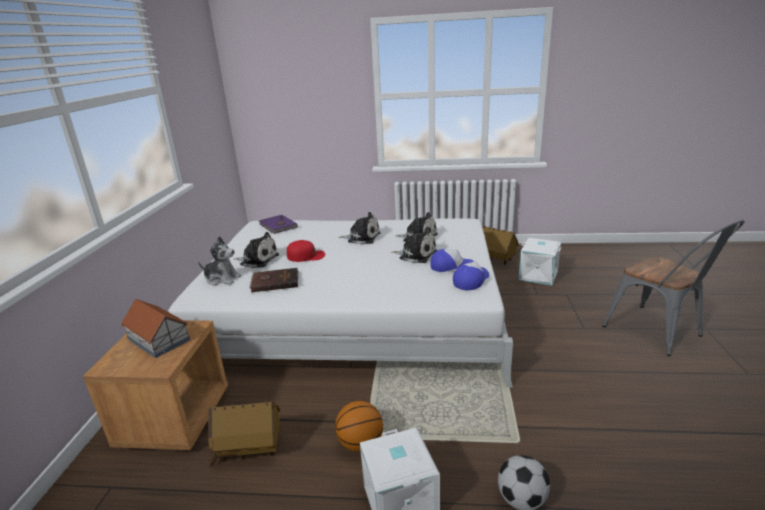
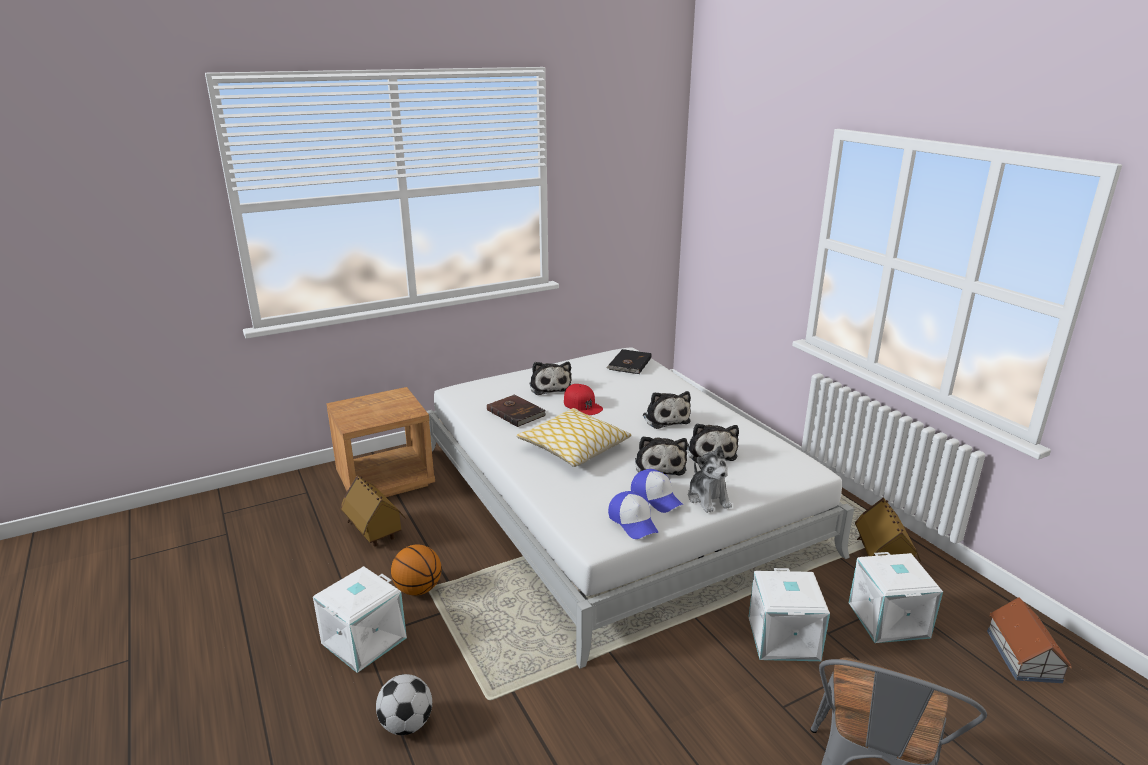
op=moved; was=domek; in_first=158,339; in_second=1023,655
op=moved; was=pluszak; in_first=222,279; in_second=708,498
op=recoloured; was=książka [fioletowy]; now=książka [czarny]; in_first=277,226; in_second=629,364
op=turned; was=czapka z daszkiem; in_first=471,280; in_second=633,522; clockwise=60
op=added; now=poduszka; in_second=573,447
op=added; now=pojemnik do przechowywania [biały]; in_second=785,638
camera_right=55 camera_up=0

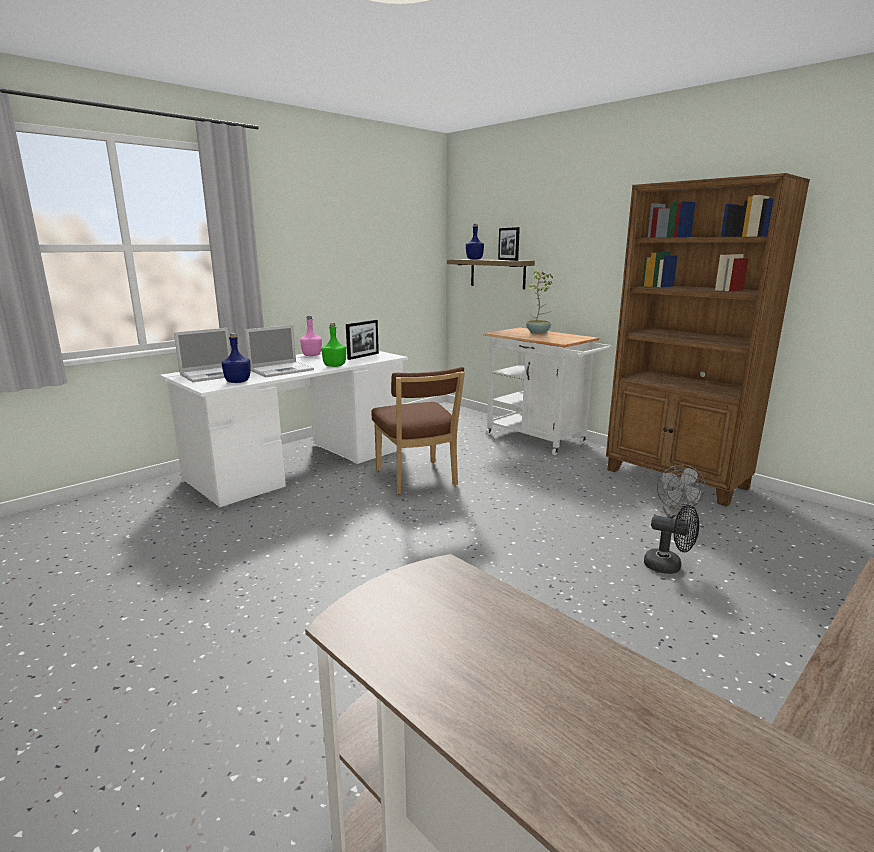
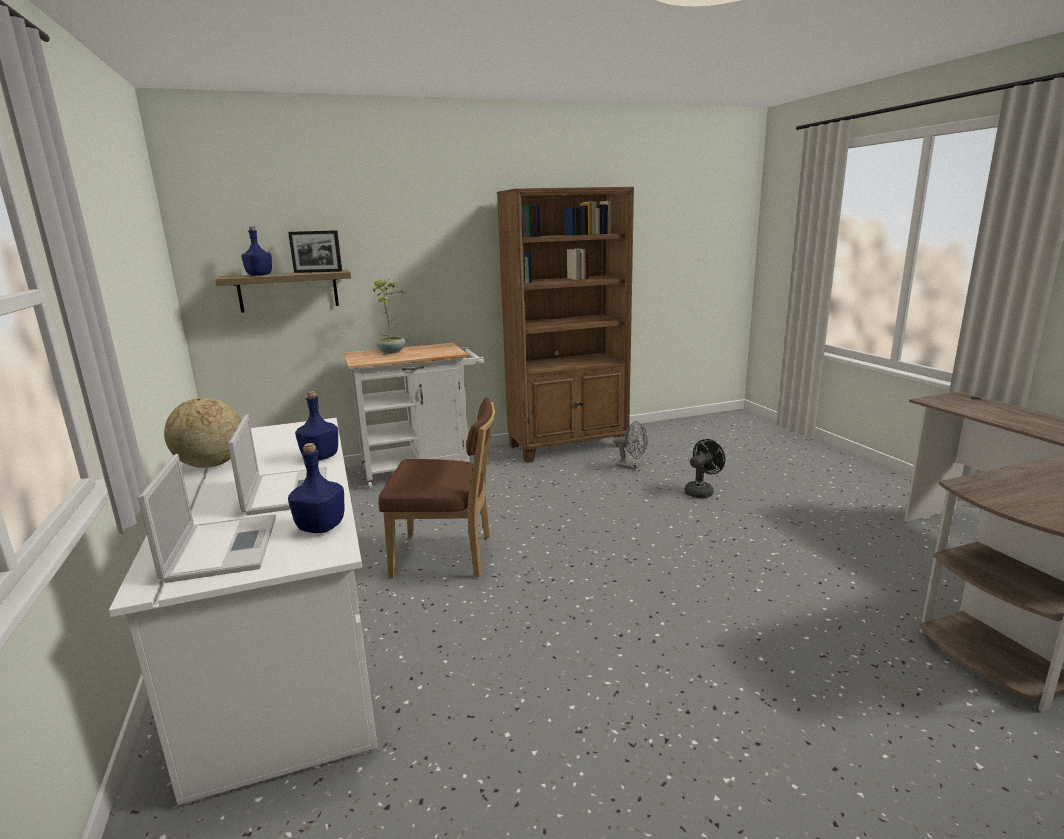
op=replaced; was=butelka [różowy]; now=globus; in_first=311,355; in_second=211,465
op=recoloured; was=butelka [zielony]; now=butelka [niebieski]; in_first=334,366; in_second=319,457
op=removed; was=ramka na zdjęcie; in_first=363,356
camera_right=-65 camera_up=0

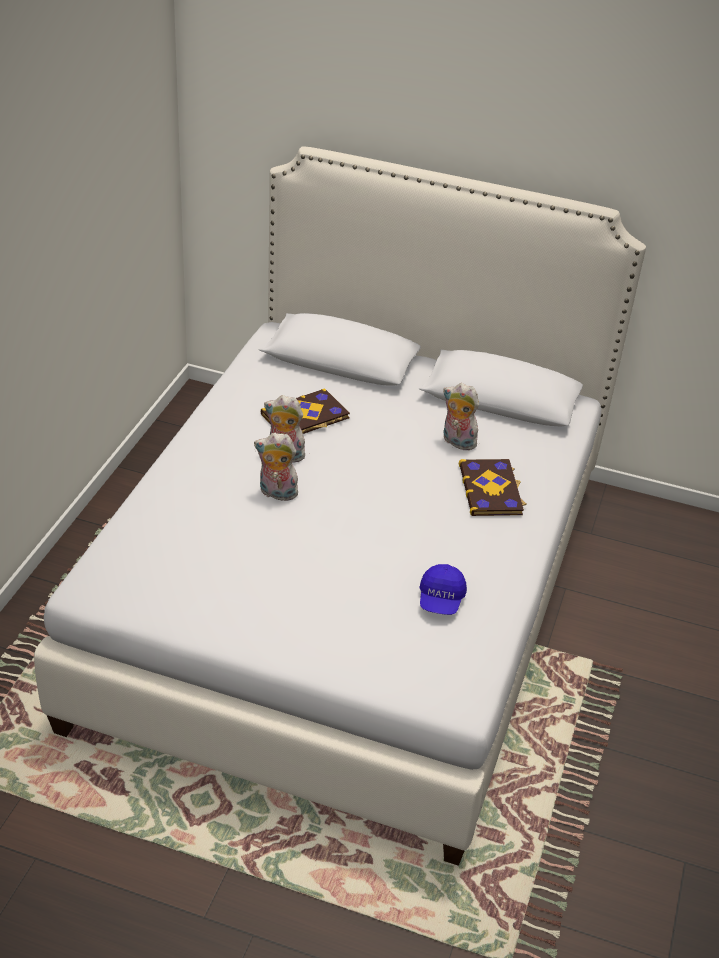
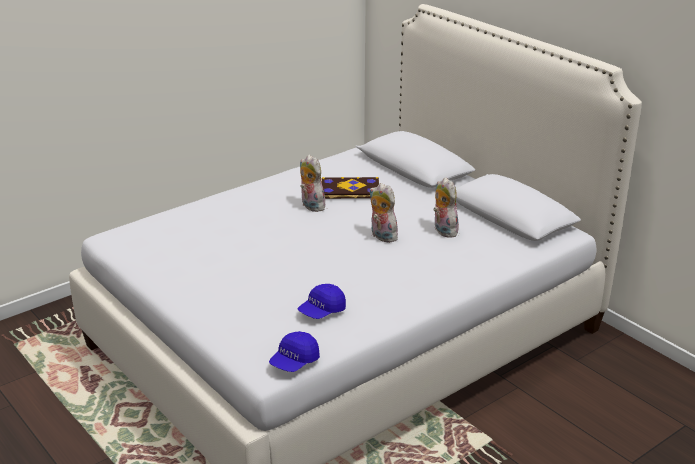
op=moved; was=pluszak; in_first=276,493; in_second=381,236
op=removed; was=książka; in_first=491,489
op=added; now=czapka z daszkiem [niebieski]; in_second=294,362
camera_right=35 camera_up=-10

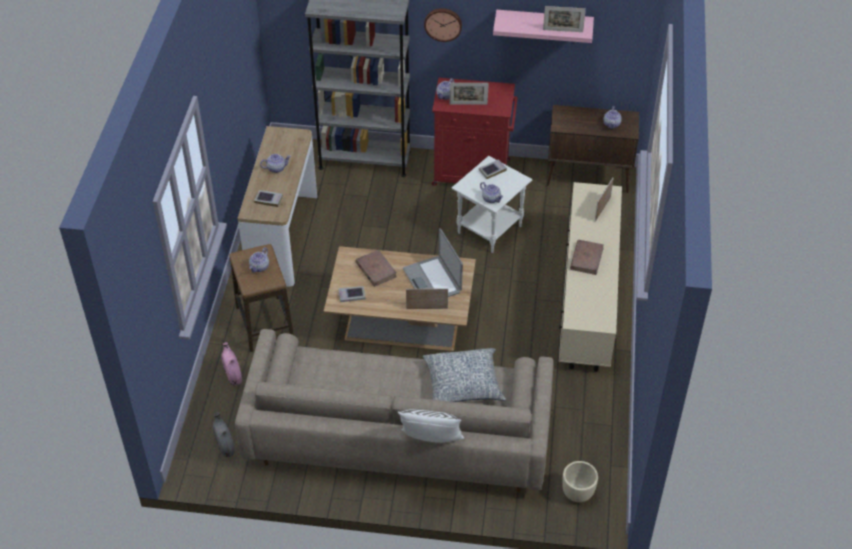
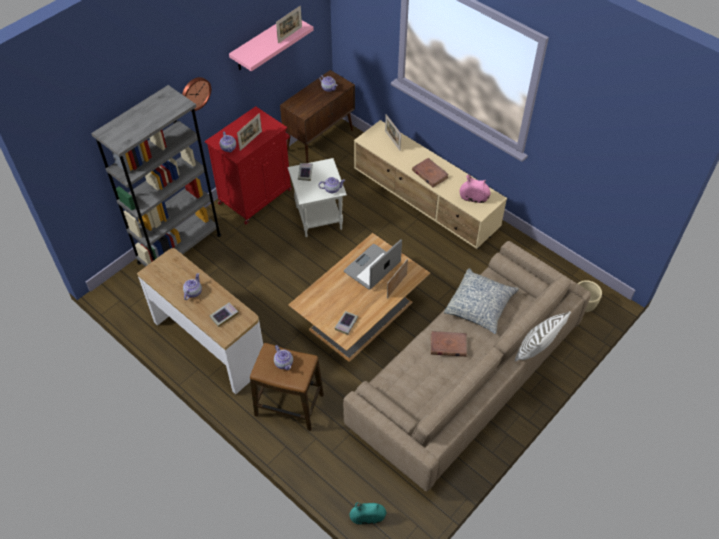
op=removed; was=wazon [szary]; in_first=224,445
op=moved; was=wazon [różowy]; in_first=232,374; in_second=473,198
op=moved; was=książka [brązowy]; in_first=376,270; in_second=448,345
op=turned; was=laptop; in_first=432,280; in_second=372,268; clockwise=120
op=added; now=wazon [turkusowy]; in_second=367,518
camera_right=-55 camera_up=5

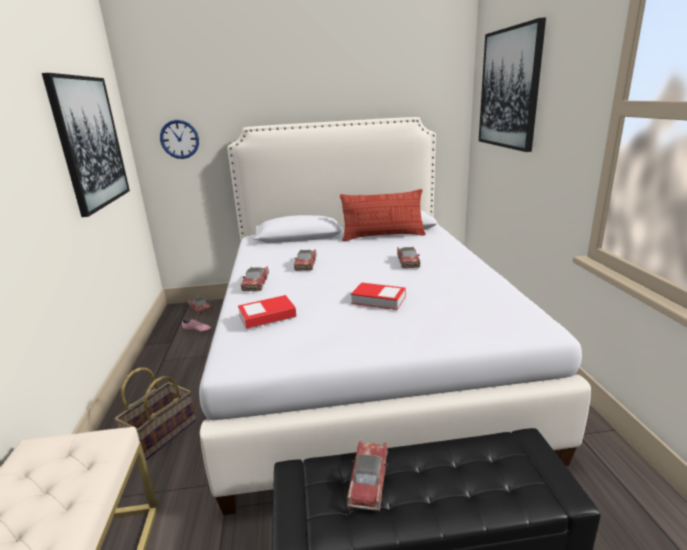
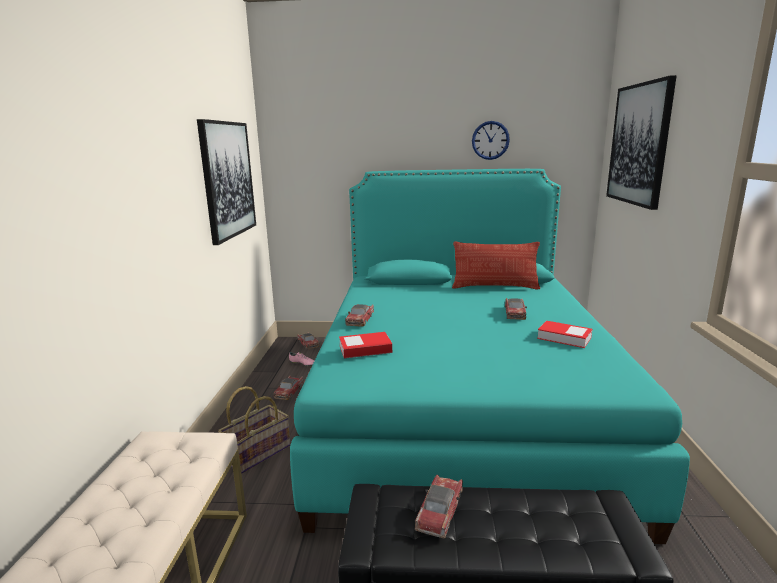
op=moved; was=zegar ścienny; in_first=179,139; in_second=490,140
op=recoloured; was=łóżko [biały]; now=łóżko [turkusowy]; in_first=360,355; in_second=459,406
op=moved; was=samochodzik; in_first=306,264; in_second=289,391
op=moved; was=książka; in_first=378,300; in_second=564,338
camera_right=10 camera_up=-5

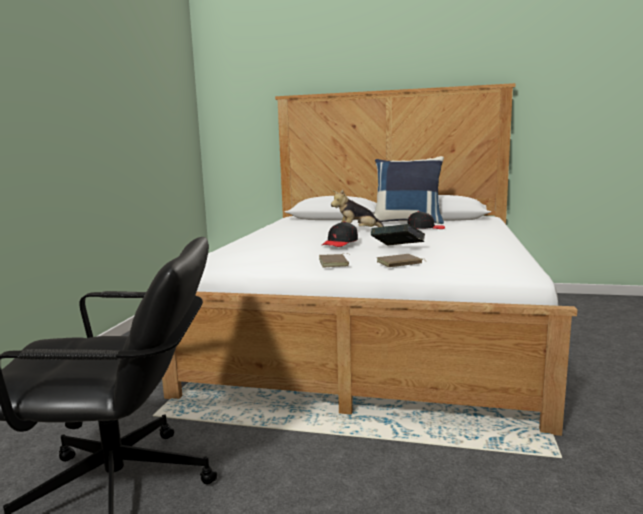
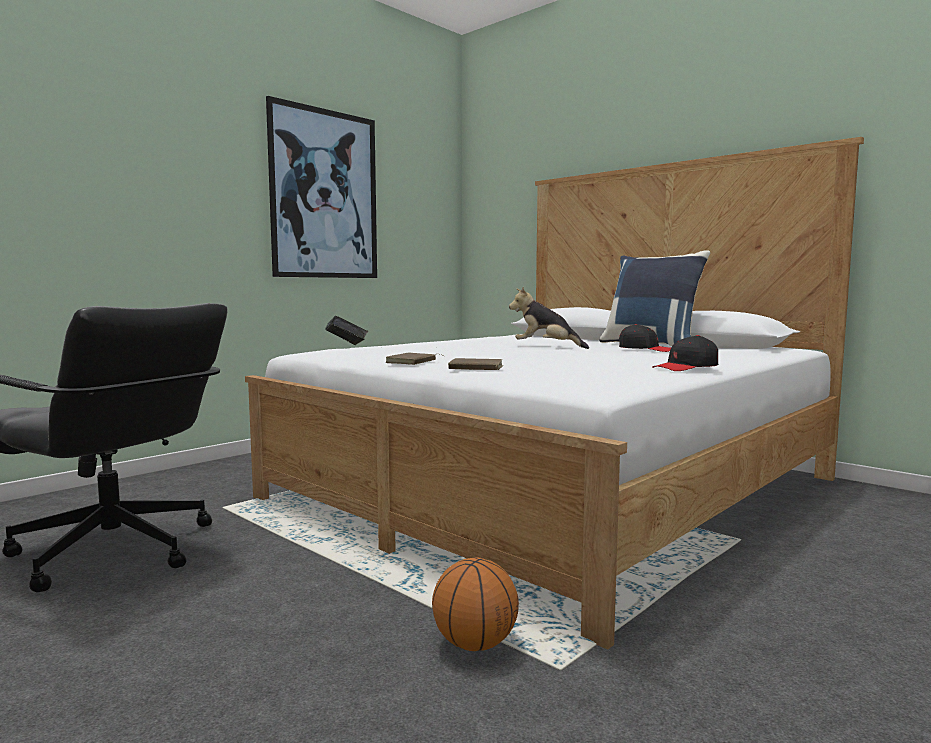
op=moved; was=czapka z daszkiem [czarny]; in_first=340,243; in_second=686,367
op=moved; was=książka; in_first=397,249; in_second=346,347
op=added; now=obraz; in_second=324,195
op=added; now=piłka do koszykówki; in_second=475,644
camera_right=30 camera_up=-5

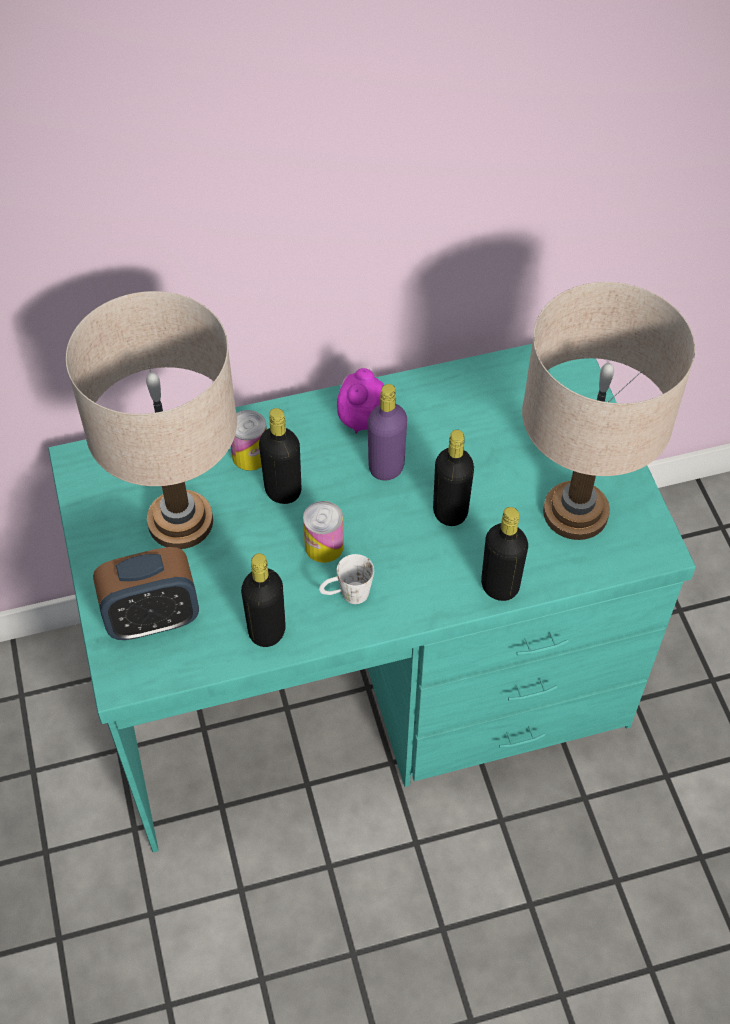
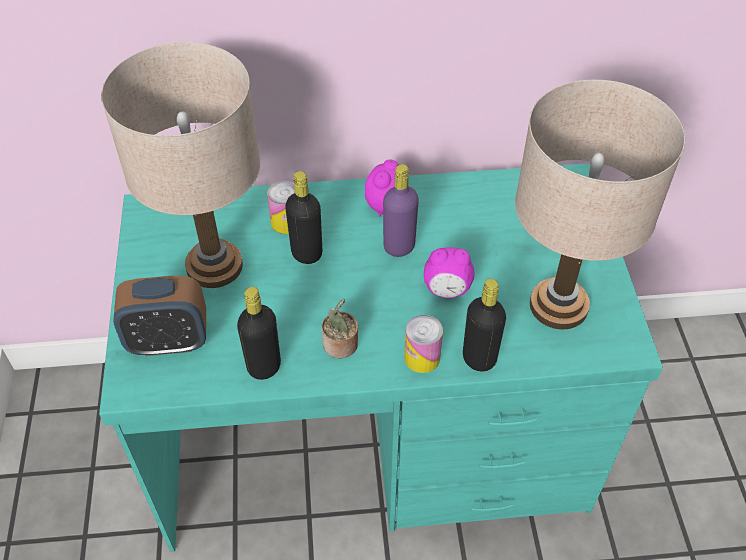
op=moved; was=puszka; in_first=324,546; in_second=422,357
op=replaced; was=kubek [biały]; now=roślina doniczkowa; in_first=346,595; in_second=341,346
op=replaced; was=butelka [czarny]; now=budzik; in_first=450,512; in_second=447,290
camera_right=10 camera_up=-5

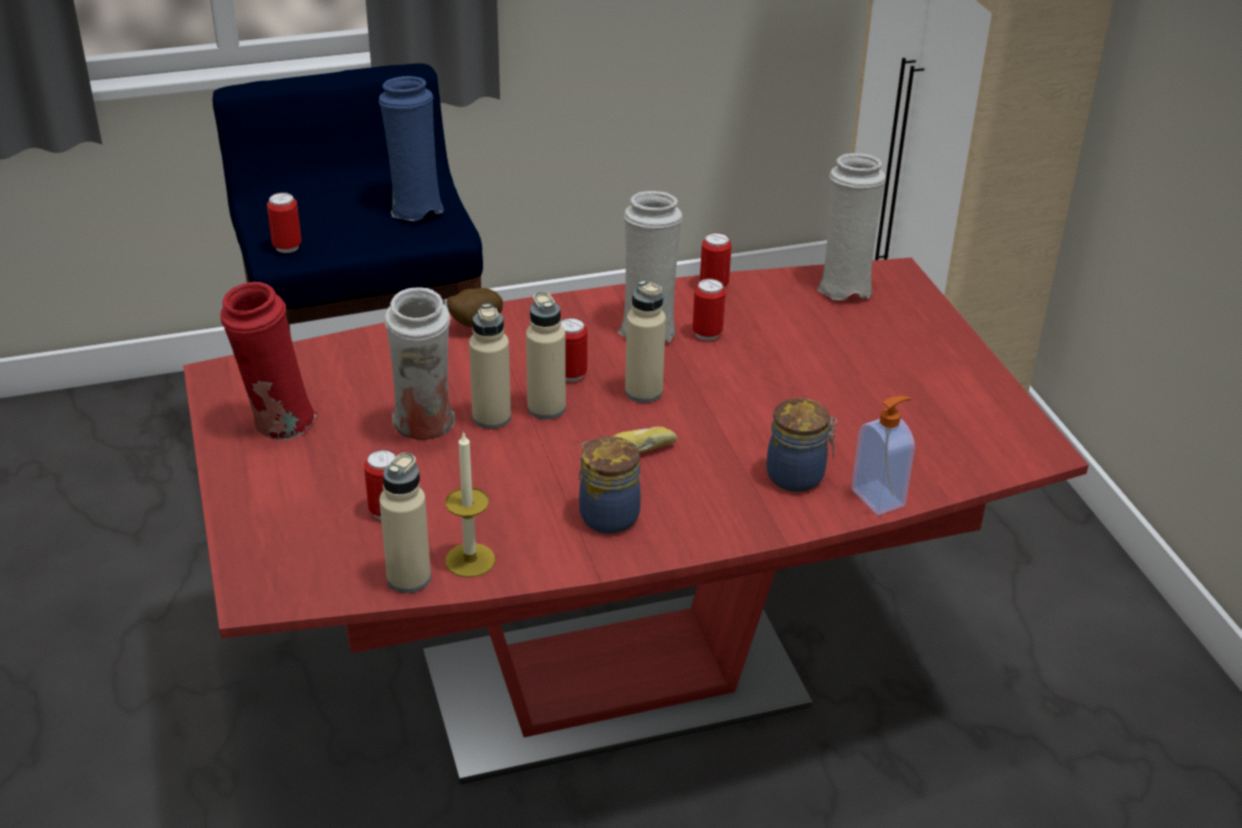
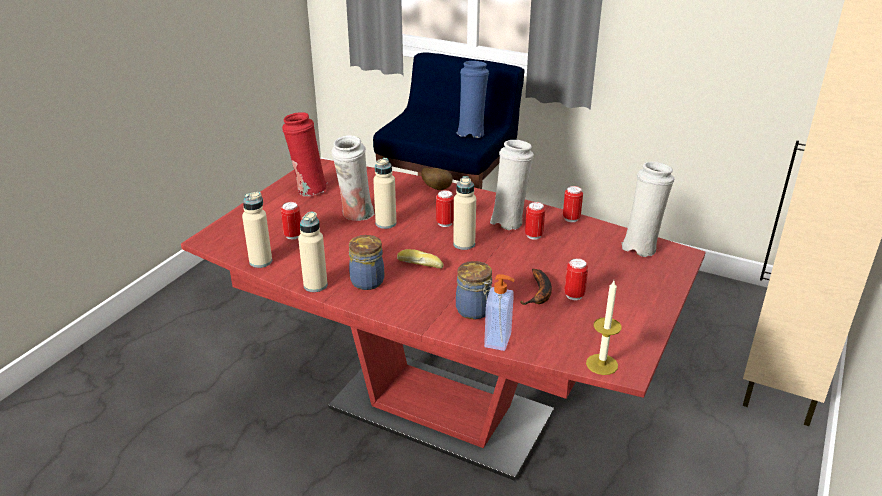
op=moved; was=puszka; in_first=287,247; in_second=574,295
op=moved; was=świeca; in_first=470,560; in_second=602,364
op=moved; was=butelka [beżowy]; in_first=546,408; in_second=315,285
op=added; now=banan; in_second=539,293
camera_right=45 camera_up=-5

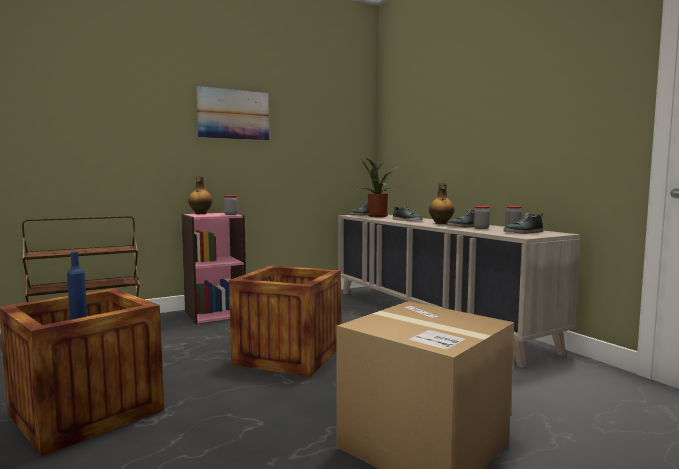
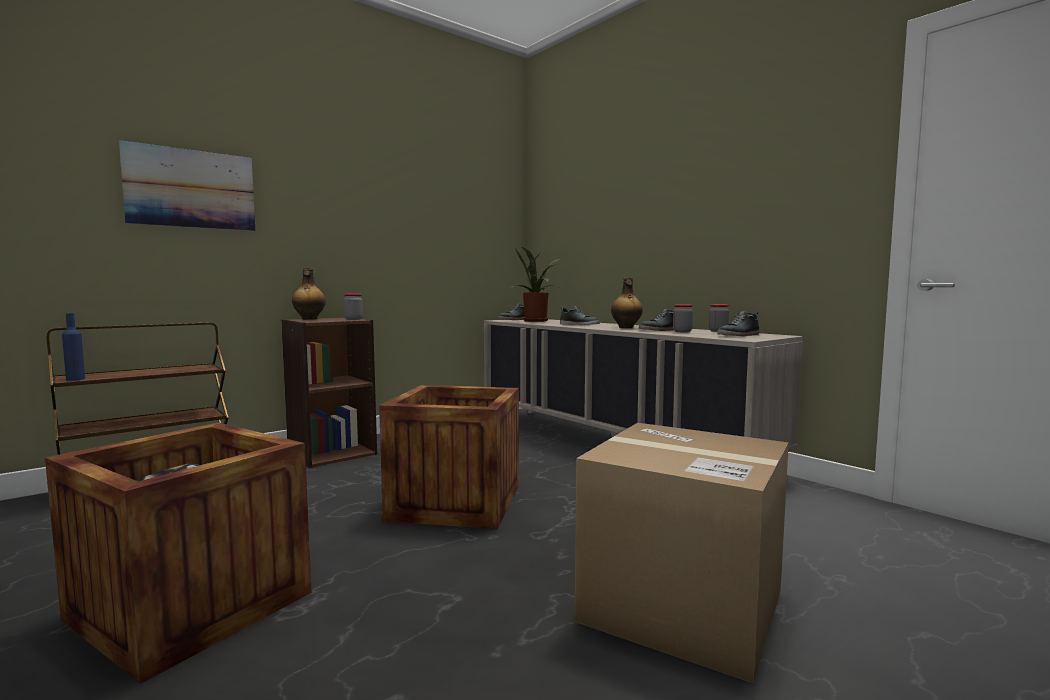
op=moved; was=butelka [niebieski]; in_first=78,317; in_second=75,379
op=recoloured; was=regał [różowy]; now=regał [brązowy]; in_first=215,313; in_second=331,453
op=moved; was=obraz; in_first=234,114; in_second=191,189
camera_right=-10 camera_up=0

